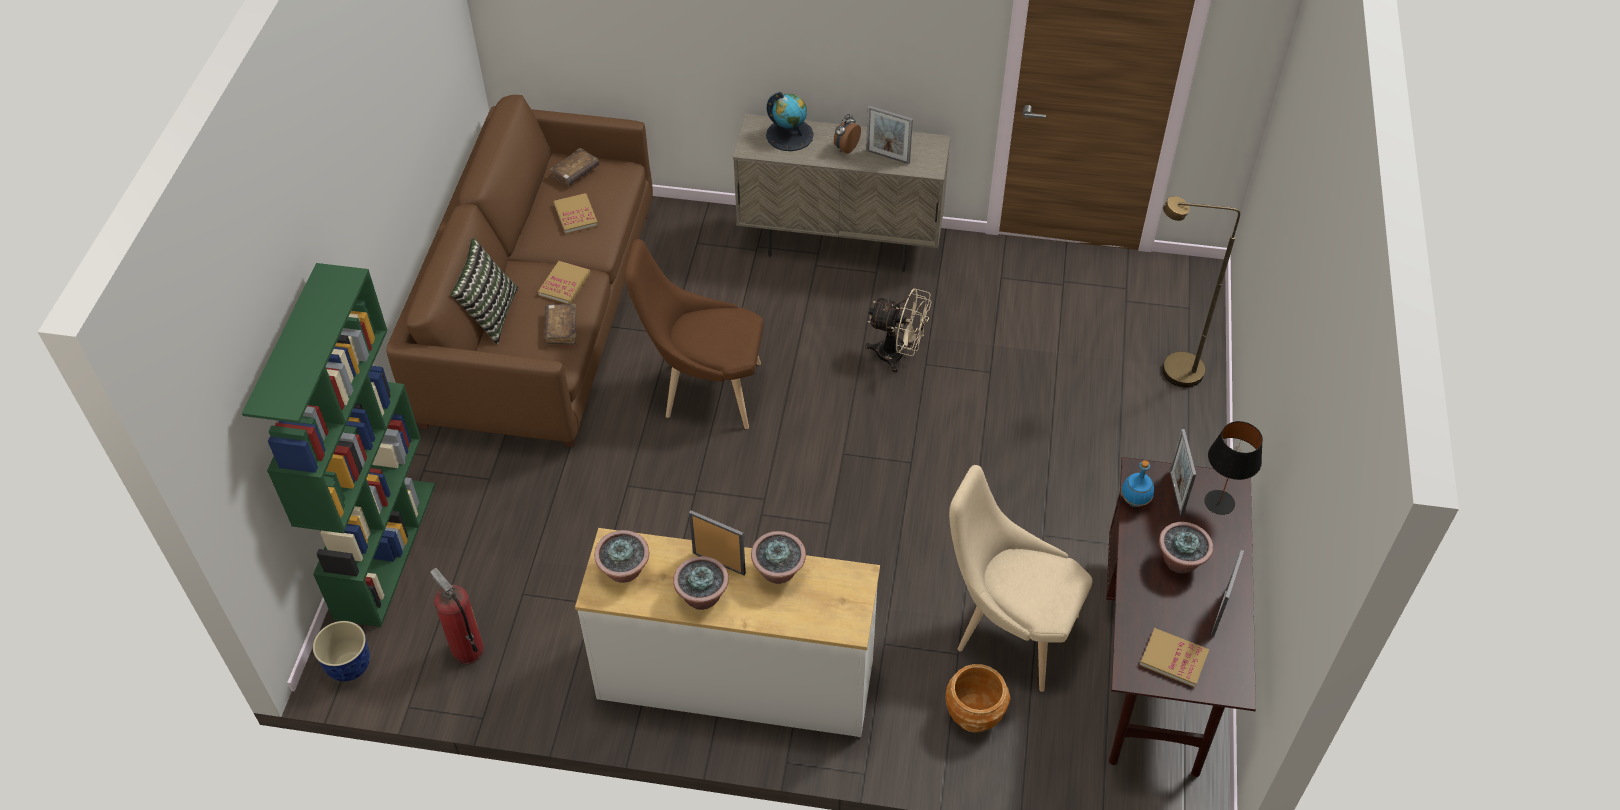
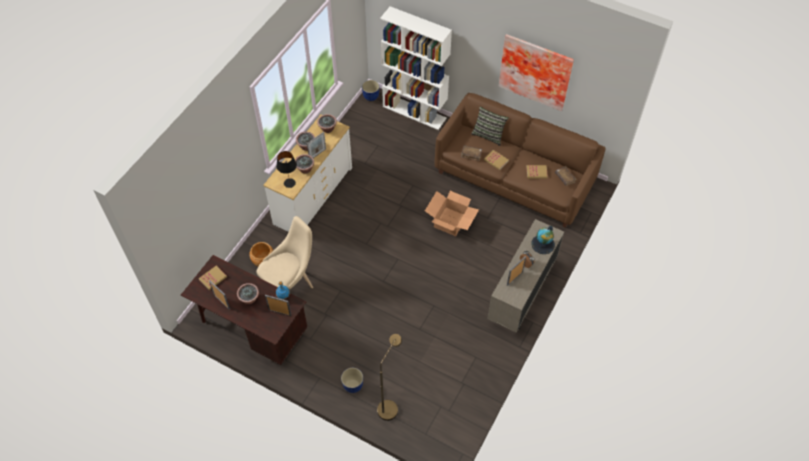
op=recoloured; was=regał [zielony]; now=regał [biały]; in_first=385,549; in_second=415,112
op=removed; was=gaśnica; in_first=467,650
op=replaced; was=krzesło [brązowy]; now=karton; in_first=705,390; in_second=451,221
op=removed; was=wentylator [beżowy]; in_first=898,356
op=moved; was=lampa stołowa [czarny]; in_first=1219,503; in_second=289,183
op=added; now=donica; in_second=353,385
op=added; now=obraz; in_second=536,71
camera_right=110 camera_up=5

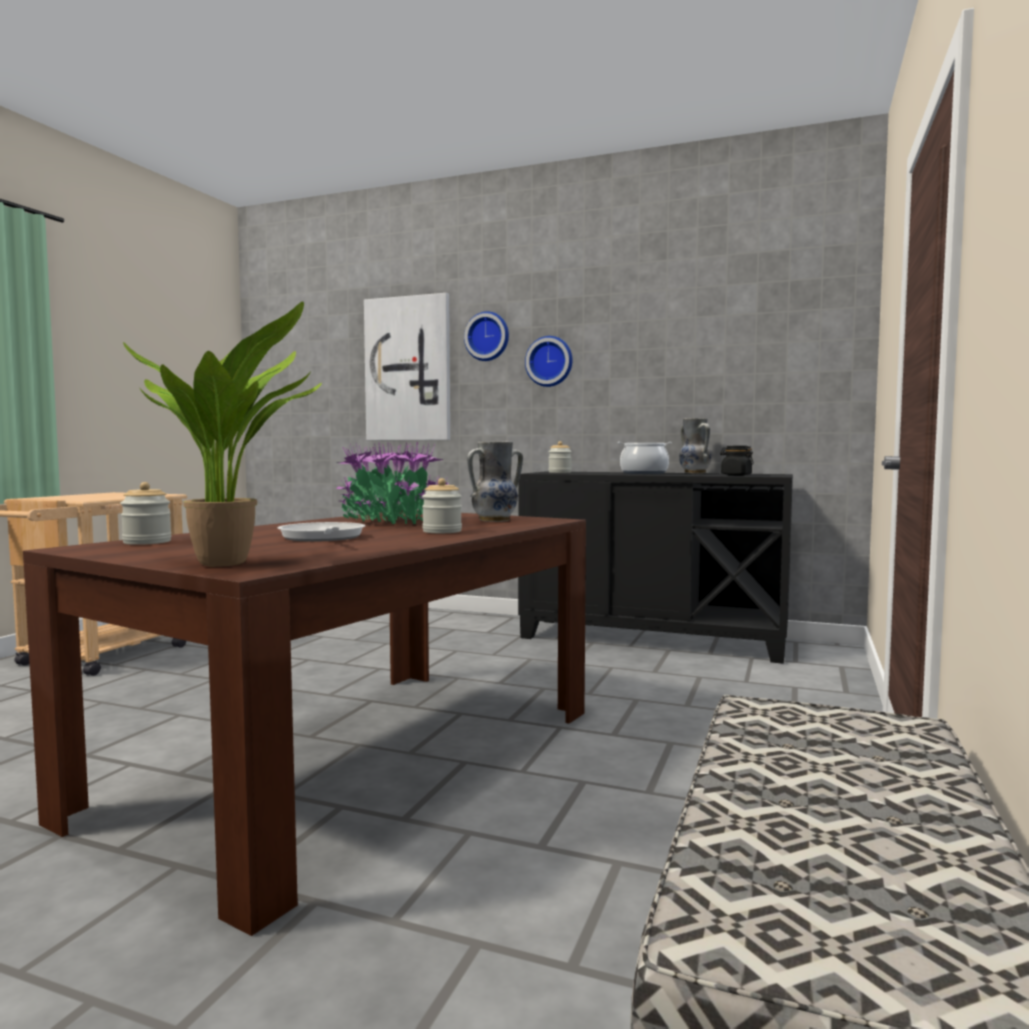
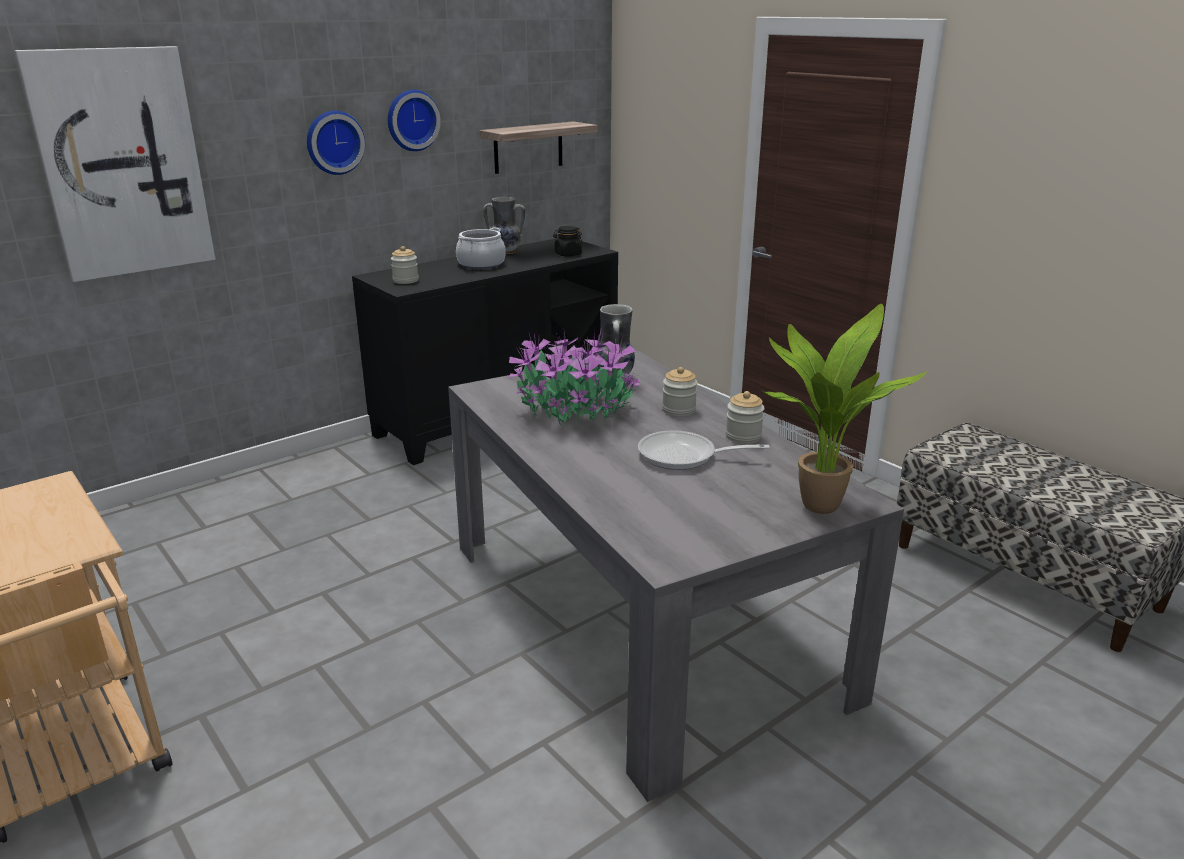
op=recoloured; was=stół jadalny [brązowy]; now=stół jadalny [szary]; in_first=359,760; in_second=640,617
op=moved; was=słoik; in_first=147,542; in_second=743,436
op=moved; was=zegar ścienny; in_first=488,337; in_second=411,120
op=added; now=półka; in_second=528,147
camera_right=-60 camera_up=20

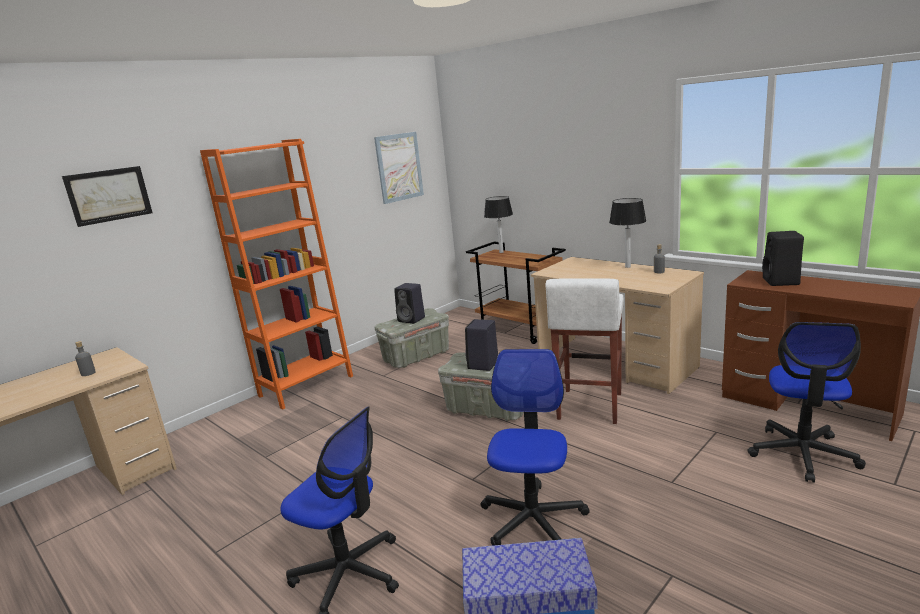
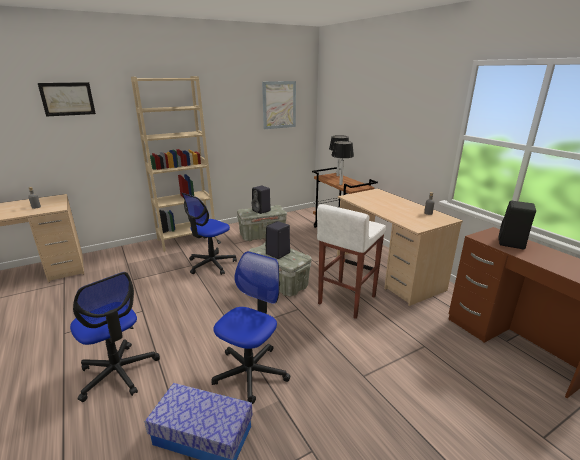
op=recoloured; was=regał [pomarańczowy]; now=regał [beżowy]; in_first=306,386; in_second=187,239
op=moved; was=lampa stołowa; in_first=627,267; in_second=340,184
op=moved; was=krzesło biurowe; in_first=802,454; in_second=211,264
camera_right=15 camera_up=5

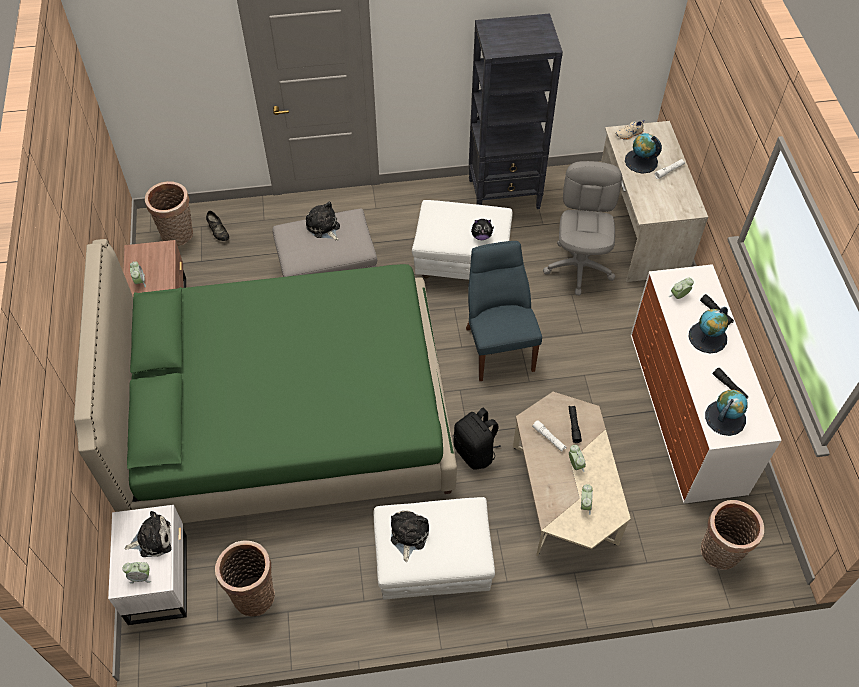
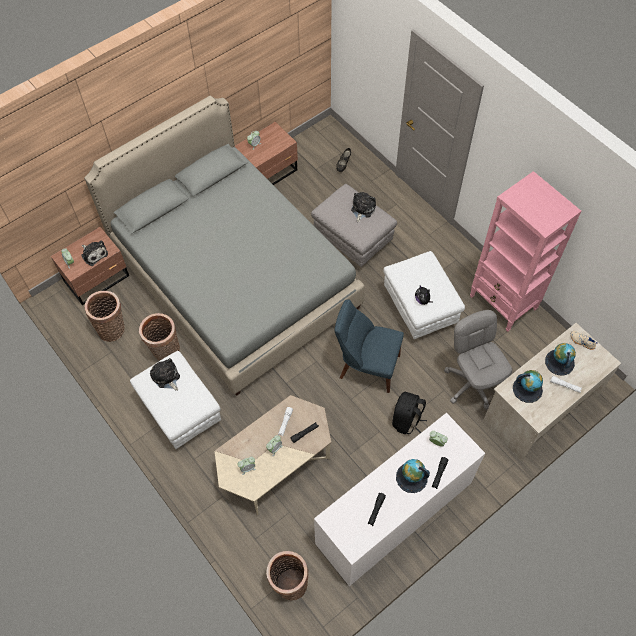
op=recoloured; was=łóżko [zielony]; now=łóżko [szary]; in_first=288,417; in_second=235,279
op=recoloured; was=szafka nocna [biały]; now=szafka nocna [brązowy]; in_first=160,577; in_second=98,279
op=moved; was=koszyk; in_first=178,236; in_second=165,351
op=turned; was=pluszak; in_first=408,535; in_second=166,377; clockwise=-105
op=moved; was=plecak [czarny]; in_first=475,452; in_second=407,421
op=turned; was=krzesło [niebieski]; in_first=498,346; in_second=366,366; clockwise=-120
op=recoloured; was=regał [czarny]; now=regał [różowy]; in_first=505,194; in_second=503,303
op=turned; was=krzesło biurowe [szary]; in_first=579,267; in_second=472,383; clockwise=-90
op=moved; was=globus; in_first=725,417; in_second=527,389
camera_right=60 camera_up=5

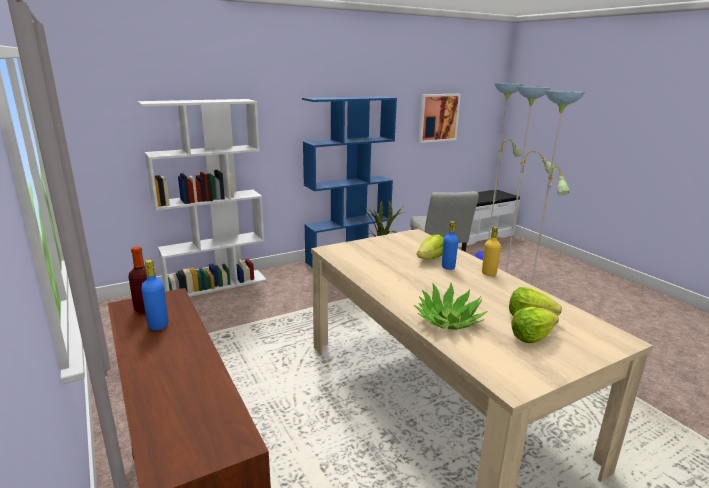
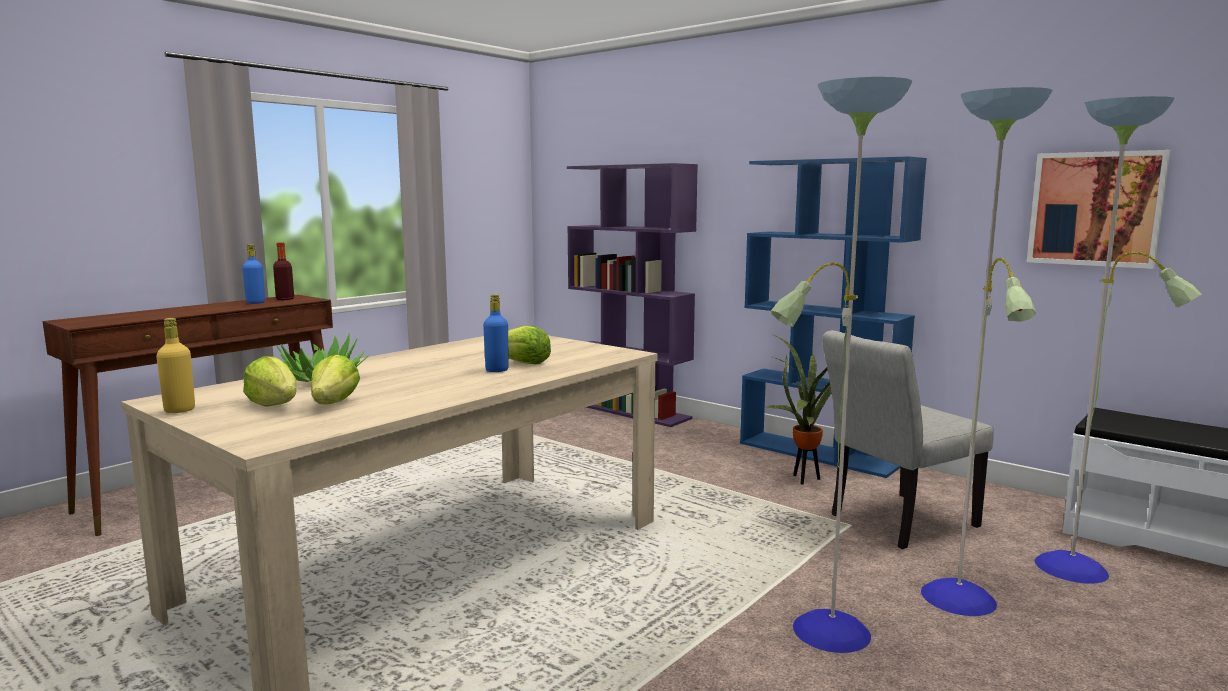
op=recoloured; was=regał [biały]; now=regał [fioletowy]; in_first=216,284; in_second=629,410
op=moved; was=butelka [żółty]; in_first=489,273; in_second=179,410
camera_right=70 camera_up=-10

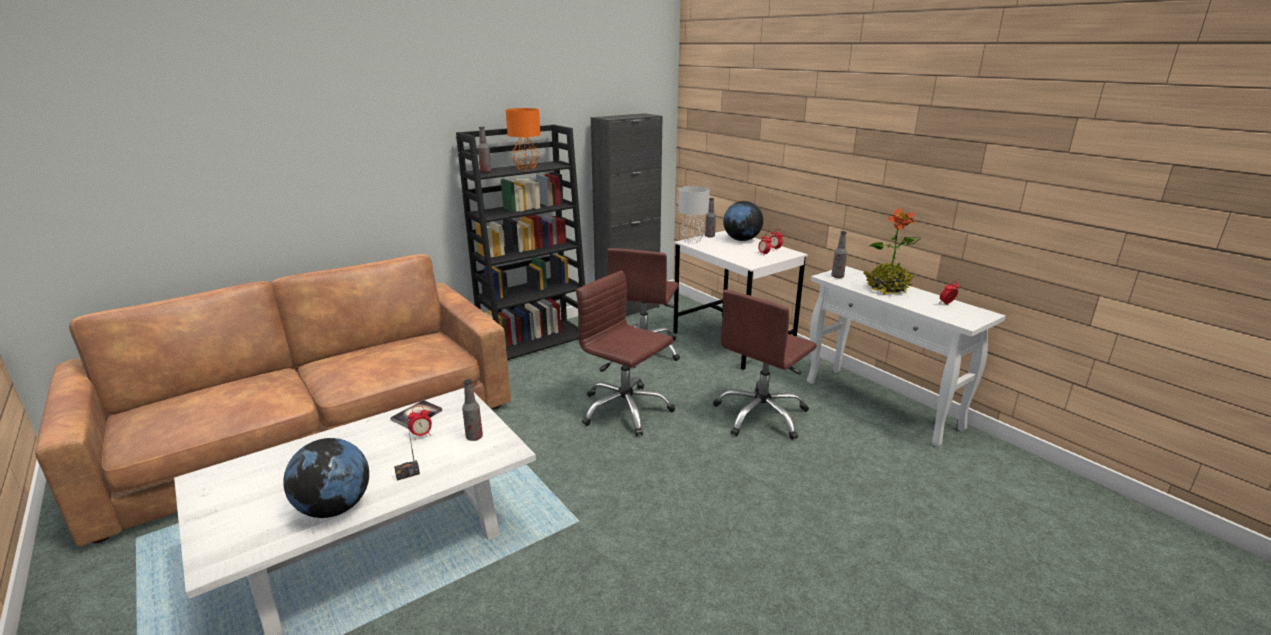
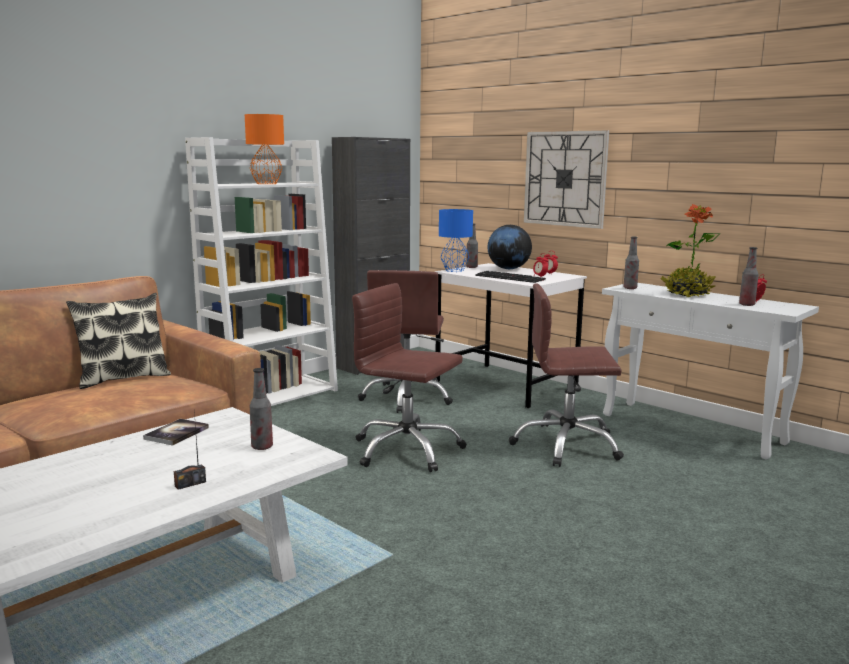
op=removed; was=globus; in_first=334,508
op=removed; was=budzik; in_first=422,435
op=recoloured; was=regał [czarny]; now=regał [biały]; in_first=535,341; in_second=272,396
op=moved; was=butelka; in_first=485,172; in_second=747,304
op=recoloured; was=lampa stołowa [szary]; now=lampa stołowa [niebieski]; in_first=691,241; in_second=454,270
op=turned; was=krzesło biurowe [brązowy]; in_first=761,415; in_second=566,445; clockwise=60
op=added; now=poduszka; in_second=123,378
op=added; now=klawiatura; in_second=511,277
op=added; now=zegar ścienny; in_second=565,179
camera_right=-10 camera_up=-10

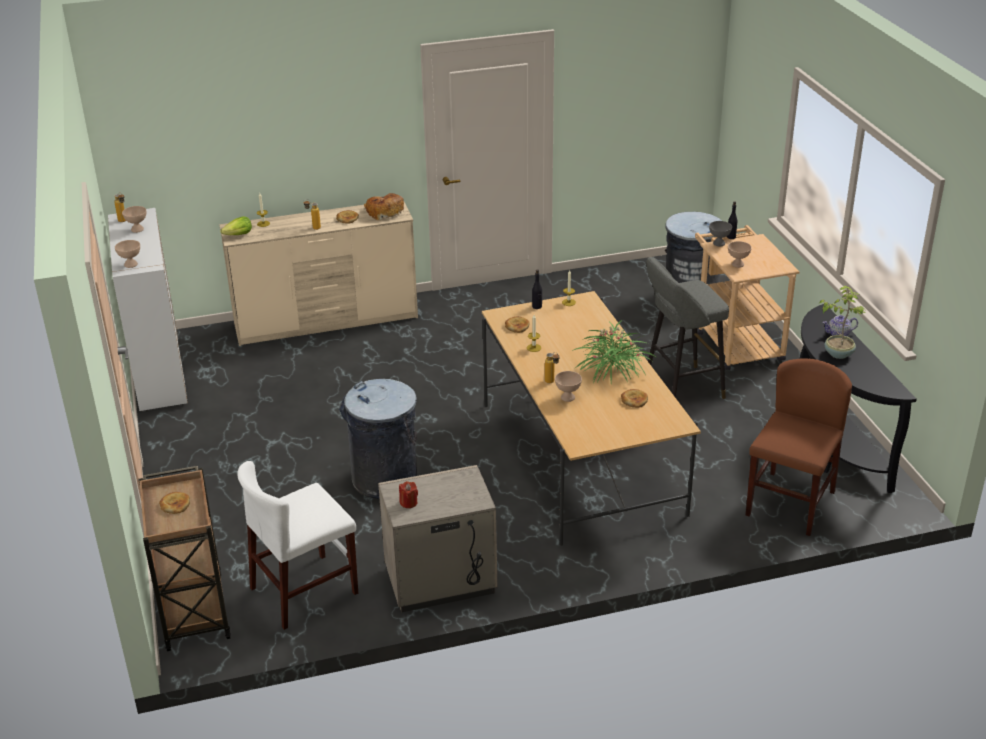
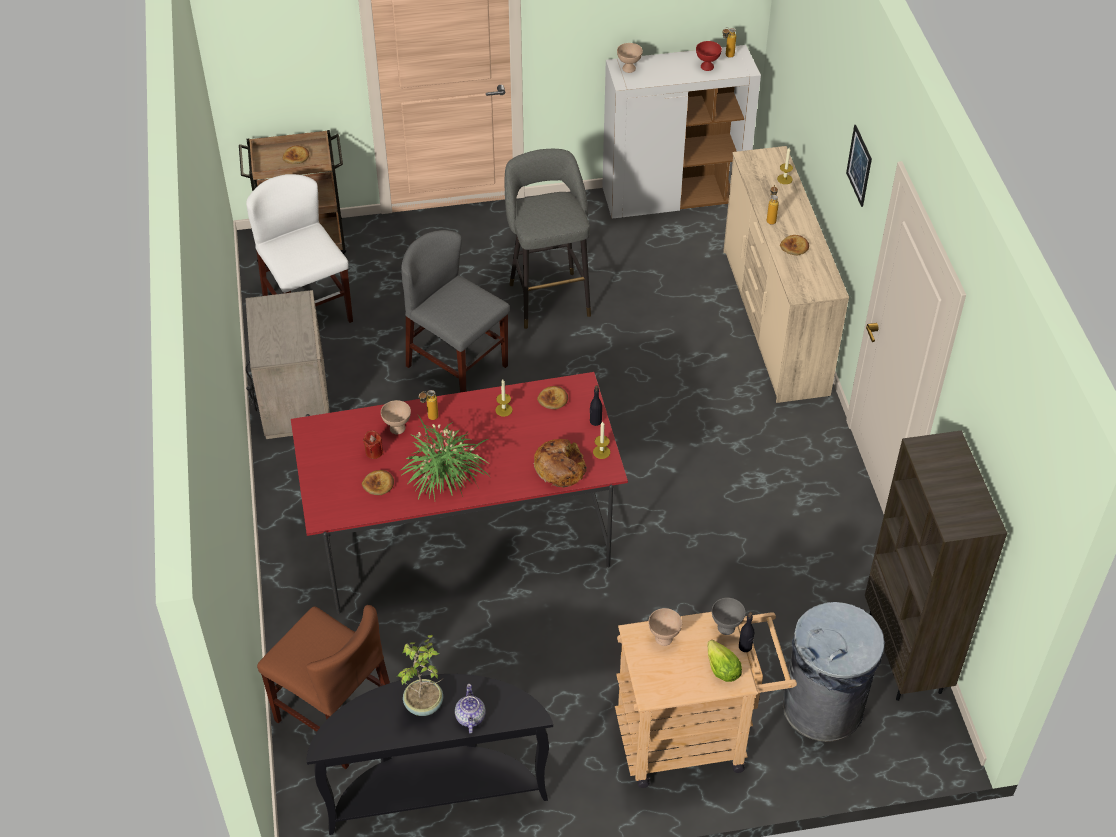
op=recoloured; was=miska [beżowy]; now=miska [czerwony]; in_first=137,230; in_second=706,67
op=moved; was=sałata; in_first=238,235; in_second=721,669
op=replaced; was=kosz na śmieci [szary]; now=krzesło [szary]; in_first=385,479; in_second=457,366
op=moved; was=chleb; in_first=384,212; in_second=560,468
op=moved; was=świeca [czerwony]; in_first=408,503; in_second=374,452
op=recoloured; was=stół jadalny [beżowy]; now=stół jadalny [czerwony]; in_first=581,458; in_second=462,530
op=moved; was=stołek [szary]; in_first=679,389; in_second=548,296
op=added; now=obraz; in_second=859,165
op=added; now=regał [brązowy]; in_second=906,656
camera_right=95 camera_up=15

